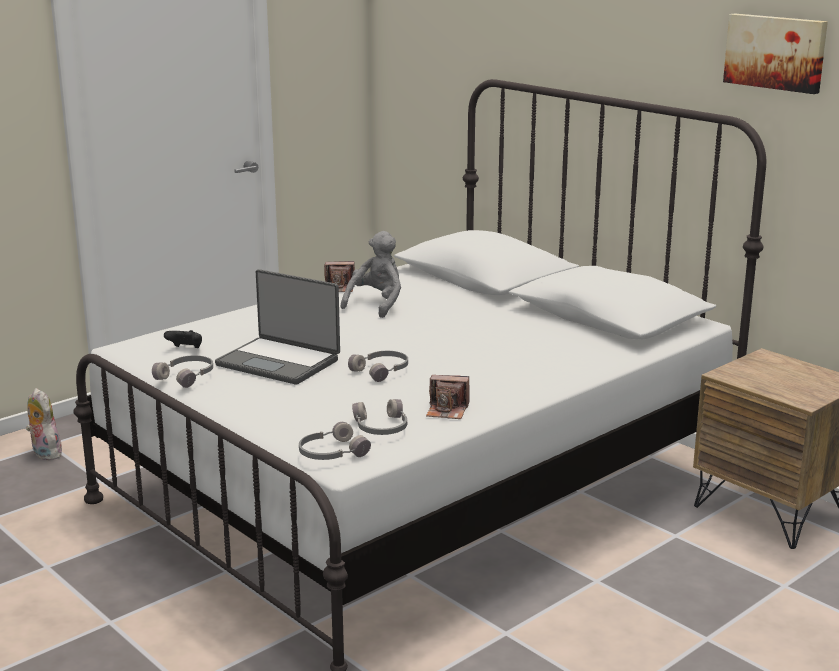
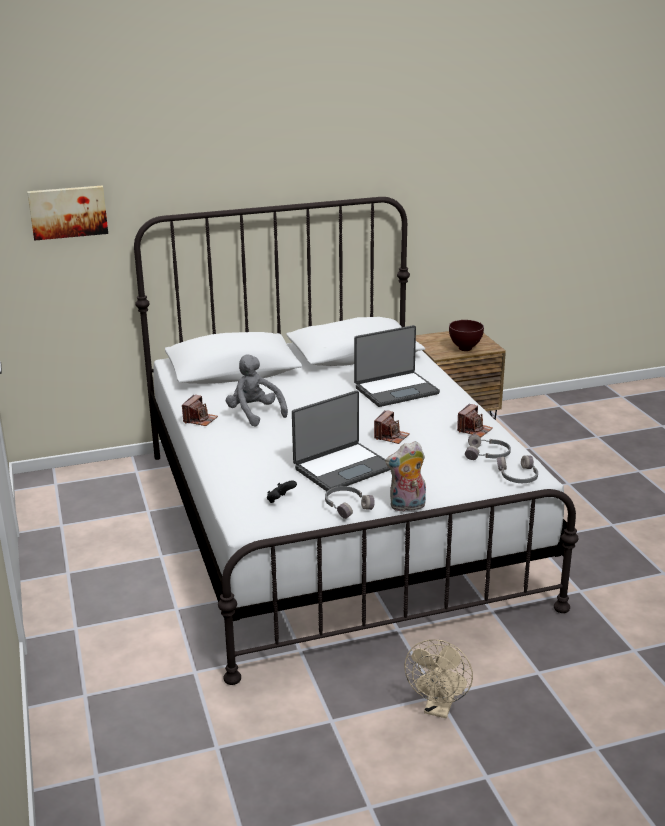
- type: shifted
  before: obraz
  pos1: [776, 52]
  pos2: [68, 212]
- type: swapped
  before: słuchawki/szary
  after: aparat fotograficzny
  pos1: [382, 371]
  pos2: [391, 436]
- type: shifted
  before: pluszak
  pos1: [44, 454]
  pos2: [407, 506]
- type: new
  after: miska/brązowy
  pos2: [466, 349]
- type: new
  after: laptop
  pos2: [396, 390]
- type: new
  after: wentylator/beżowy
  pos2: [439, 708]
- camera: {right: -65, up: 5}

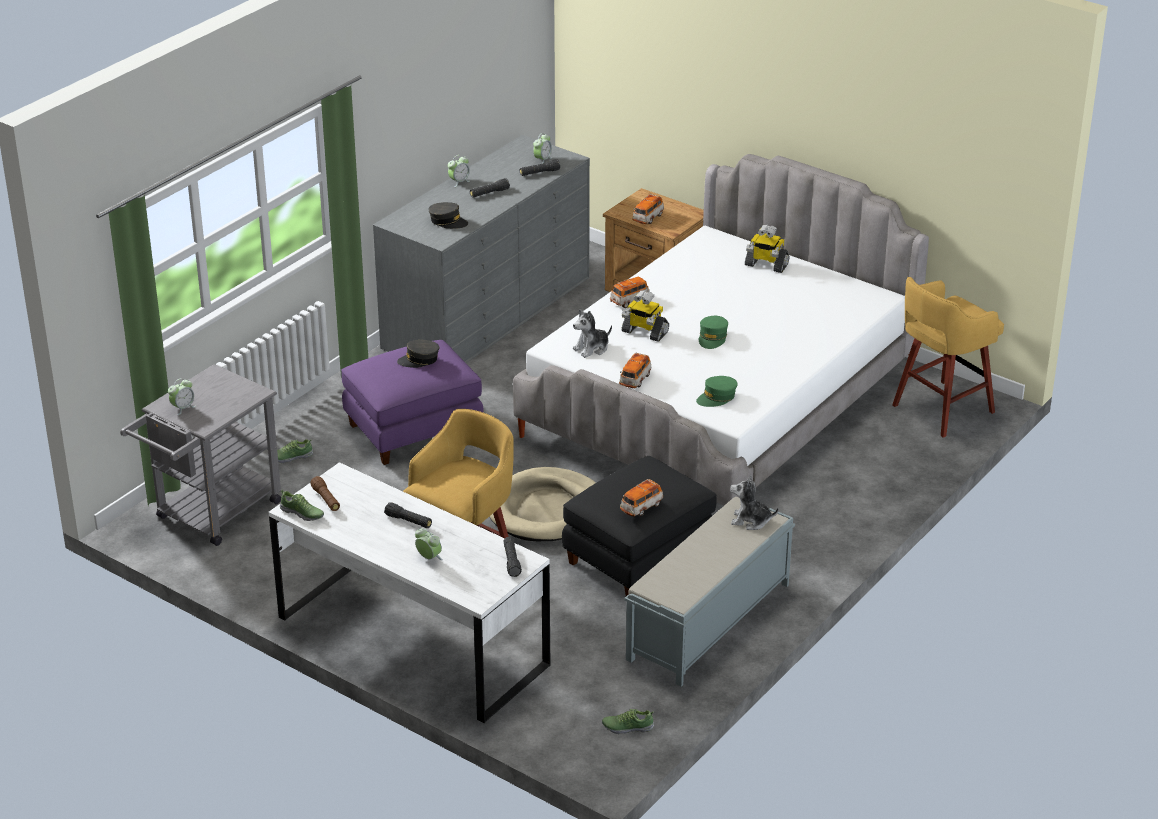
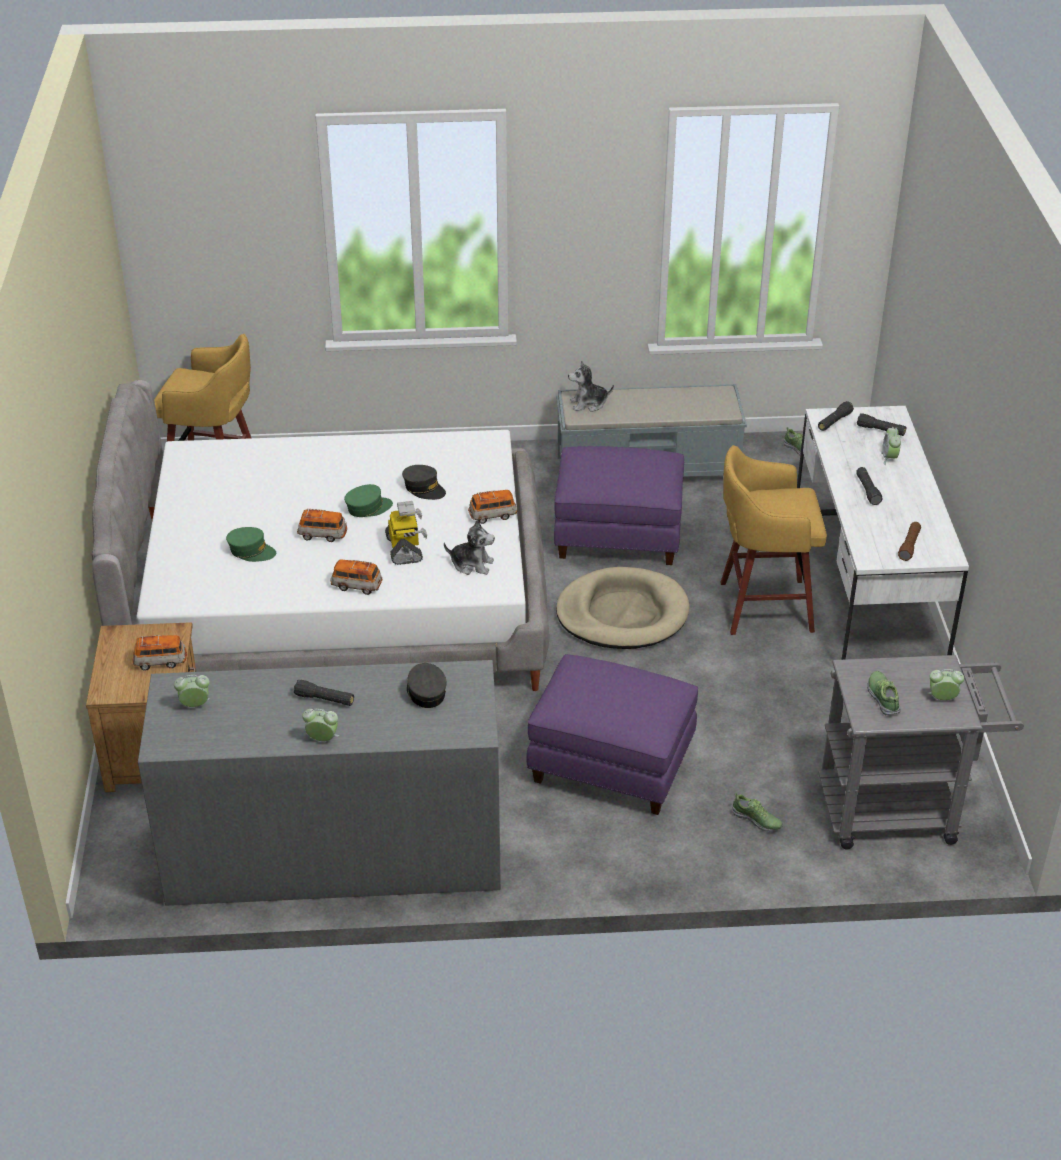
- type: shifted
  before: latarka/czarny
  pos1: [539, 173]
  pos2: [880, 430]
- type: gone
  before: robot zabawkowy
  pos1: [766, 265]
- type: shifted
  before: czapka z daszkiem/szary
  pos1: [419, 360]
  pos2: [424, 488]
- type: shifted
  before: czapka z daszkiem/zielony
  pos1: [717, 397]
  pos2: [251, 551]
- type: repainted
  before: pufa/czarny
  after: pufa/fioletowy
  pos1: [639, 558]
  pos2: [618, 534]
- type: rotated
  before: pluszak
  pos1: [750, 521]
  pos2: [588, 403]
  turn: 105
- type: shifted
  before: samochodzik
  pos1: [641, 507]
  pos2: [322, 535]
- type: shifted
  before: but
  pos1: [302, 513]
  pos2: [883, 697]
- camera: {right: -130, up: 5}

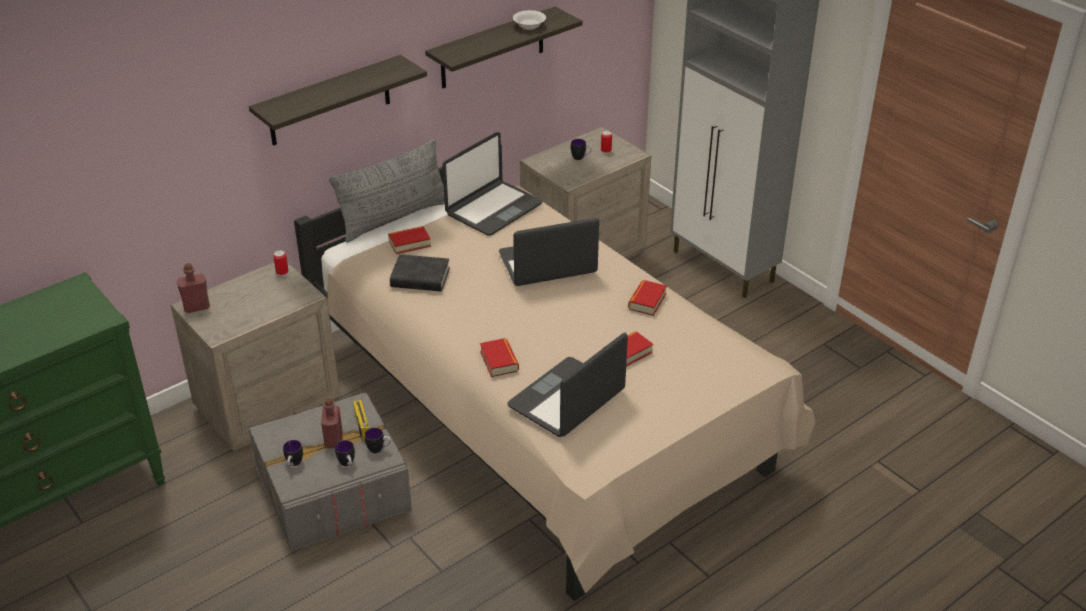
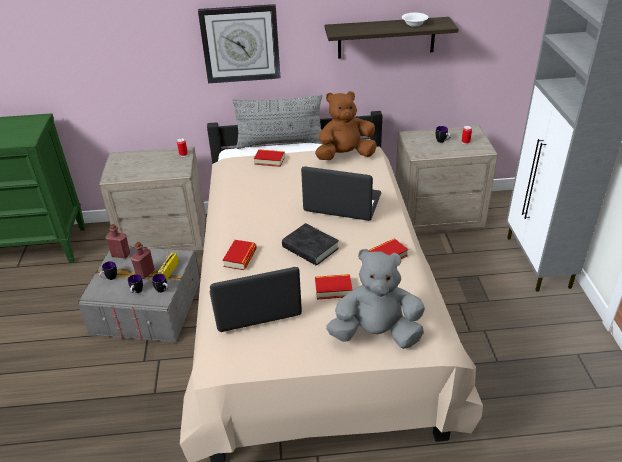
- type: swapped
  before: półka
  after: zegar ścienny
  pos1: [329, 101]
  pos2: [240, 44]
- type: swapped
  before: laptop
  after: pluszak/brązowy
  pos1: [493, 209]
  pos2: [345, 156]
- type: shifted
  before: książka/czarny
  pos1: [420, 278]
  pos2: [310, 248]
- type: shifted
  before: butelka/czerwony
  pos1: [196, 307]
  pos2: [121, 255]
- type: new
  after: pluszak/szary
  pos2: [376, 334]
- camera: {right: 35, up: 0}

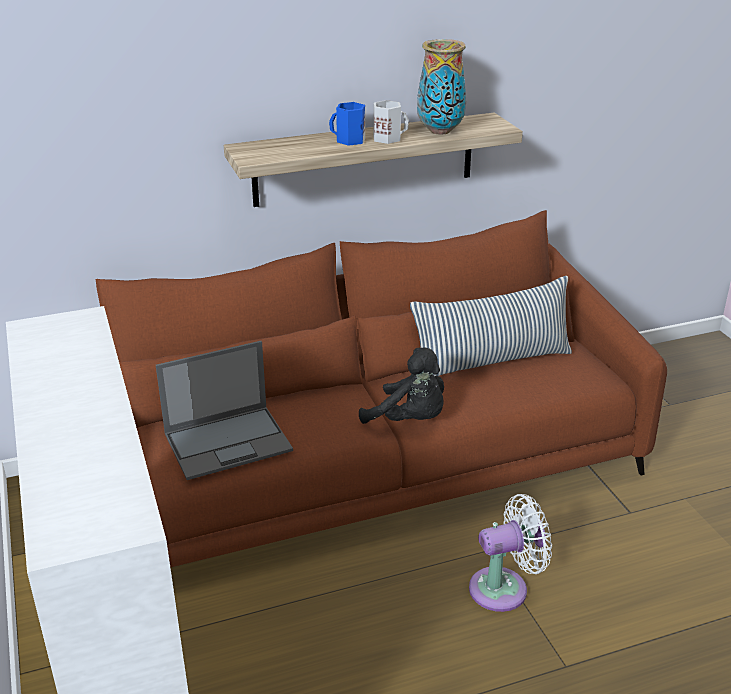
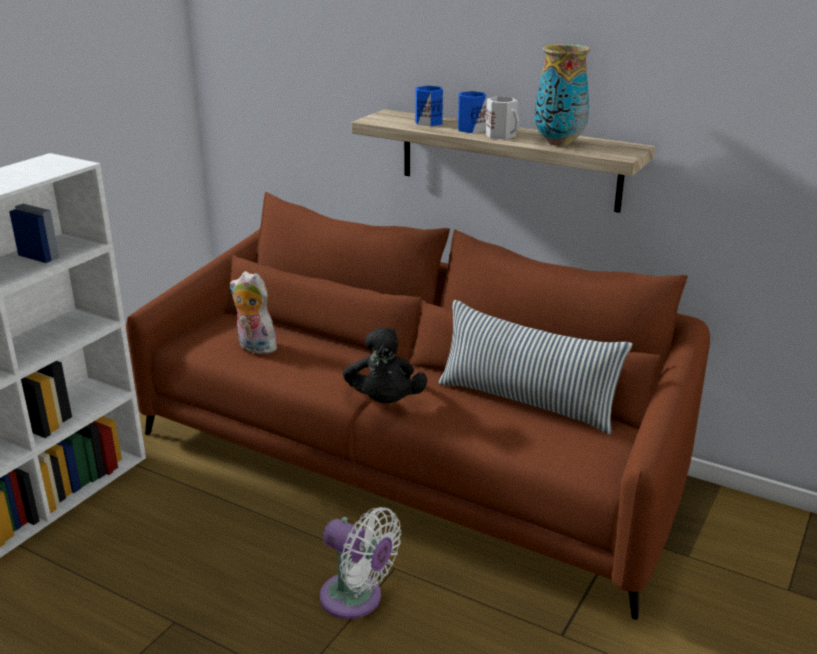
- type: swapped
  before: laptop
  after: pluszak
  pos1: [229, 441]
  pos2: [254, 347]
- type: new
  after: kubek/niebieski
  pos2: [428, 122]
- camera: {right: 50, up: -5}

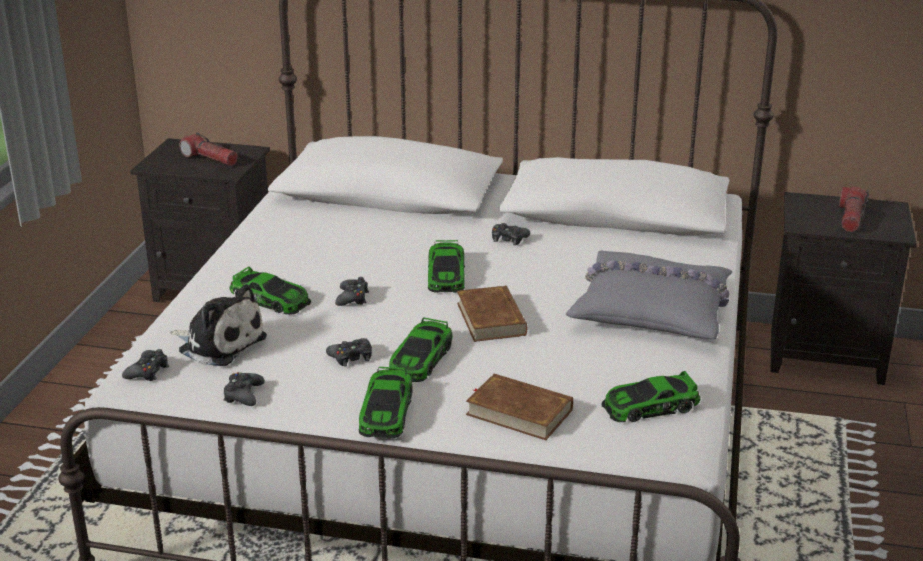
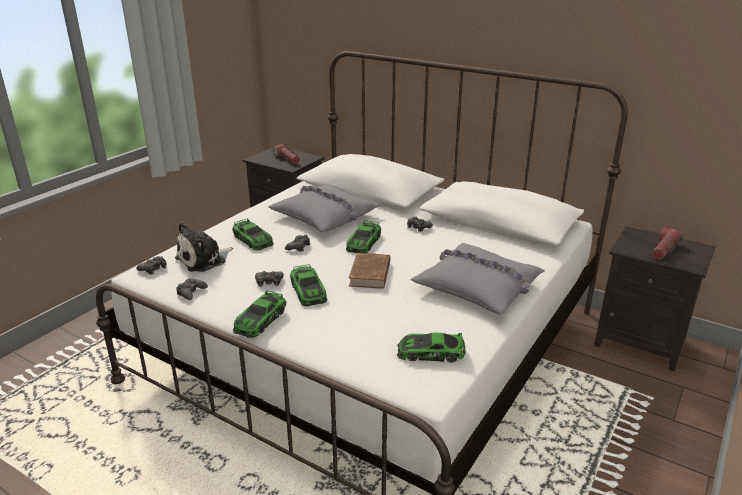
- type: rotated
  before: pluszak
  pos1: [219, 343]
  pos2: [204, 260]
  turn: 90
- type: rotated
  before: samochodzik
  pos1: [420, 359]
  pos2: [308, 291]
  turn: -60
- type: gone
  before: książka/brązowy
  pos1: [519, 412]
- type: new
  after: poduszka/szary
  pos2: [325, 216]
- camera: {right: 20, up: 0}

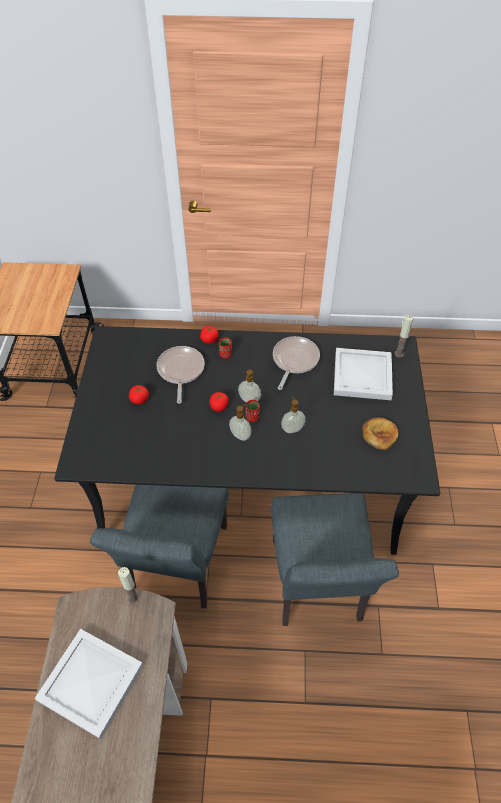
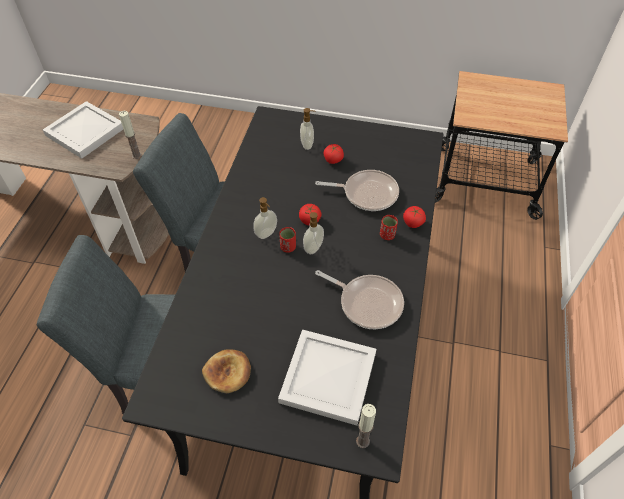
- type: shifted
  before: dozownik mydła
  pos1: [292, 428]
  pos2: [307, 144]
- camera: {right: 100, up: 0}

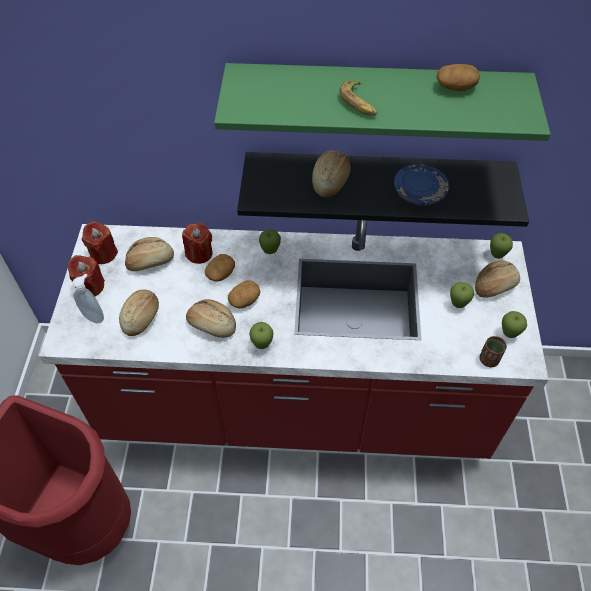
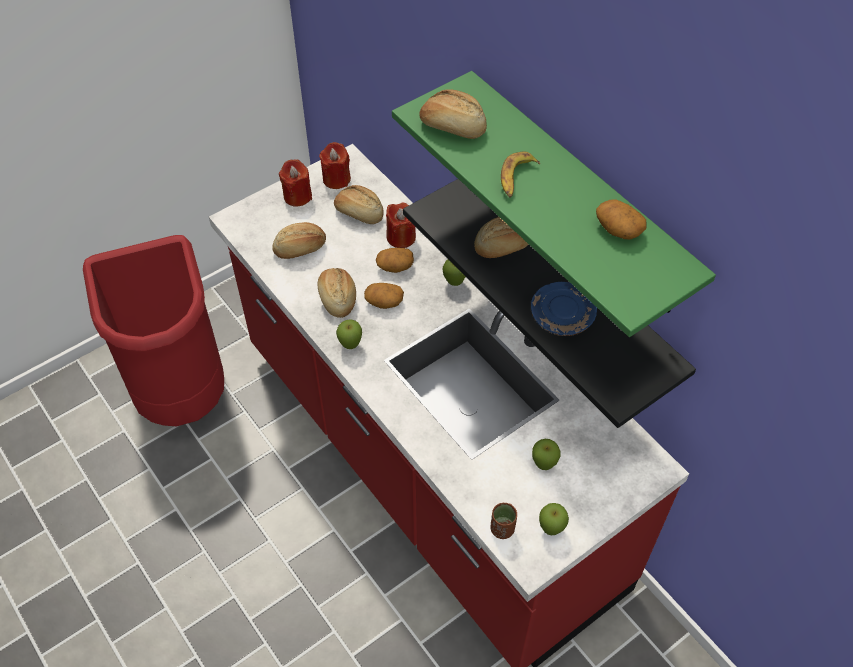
- type: gone
  before: jabłko
  pos1: [496, 256]
- type: shifted
  before: chleb
  pos1: [494, 286]
  pos2: [453, 126]
- type: gone
  before: dozownik mydła
  pos1: [94, 316]
- camera: {right: 50, up: 0}

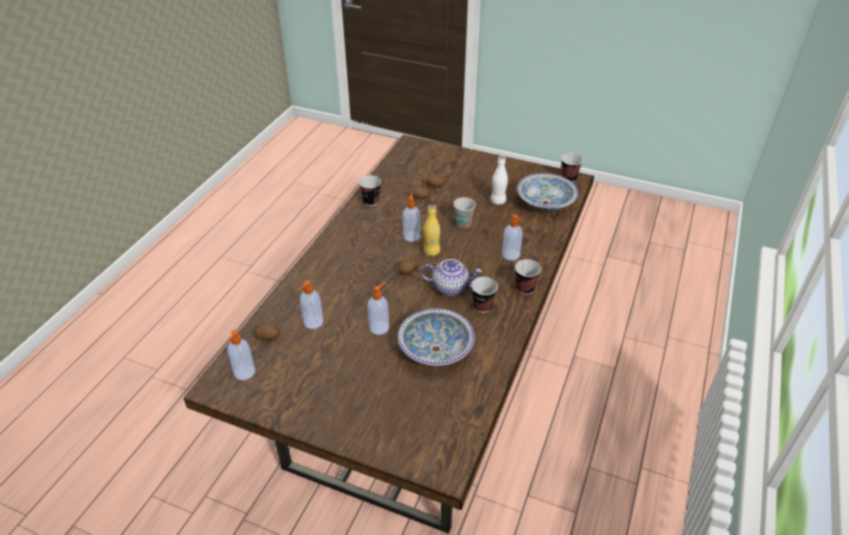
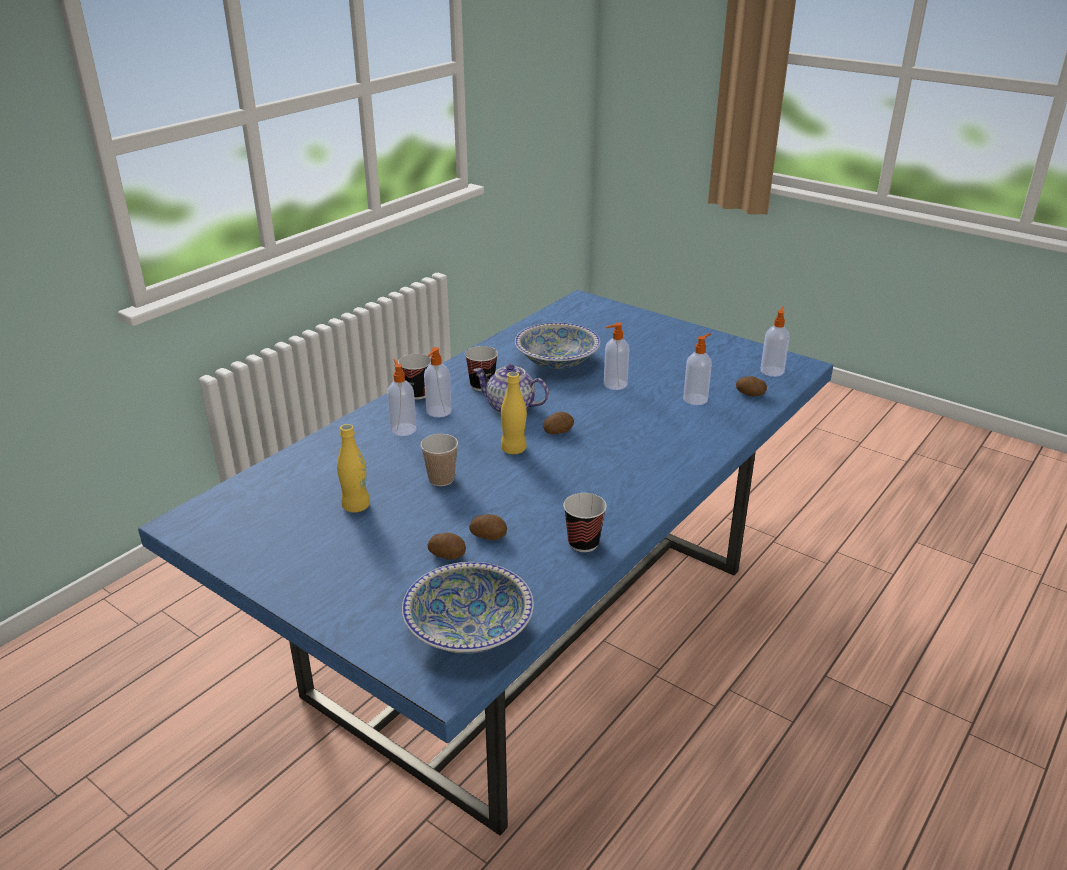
- type: repainted
  before: stół jadalny/brązowy
  after: stół jadalny/niebieski
  pos1: [424, 382]
  pos2: [532, 631]
- type: gone
  before: filiżanka
  pos1: [568, 178]
- type: repainted
  before: butelka/biały
  after: butelka/żółty
  pos1: [498, 201]
  pos2: [356, 506]
- type: shifted
  before: miska
  pos1: [545, 203]
  pos2: [469, 629]
- type: shifted
  before: dozownik mydła
  pos1: [411, 236]
  pos2: [438, 412]
- camera: {right: -165, up: -10}

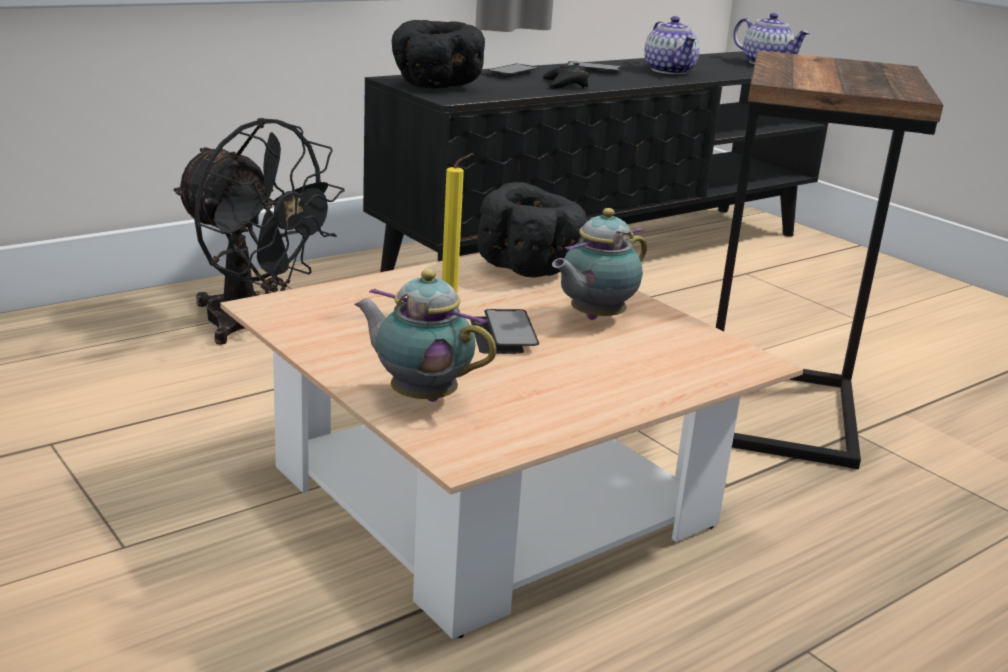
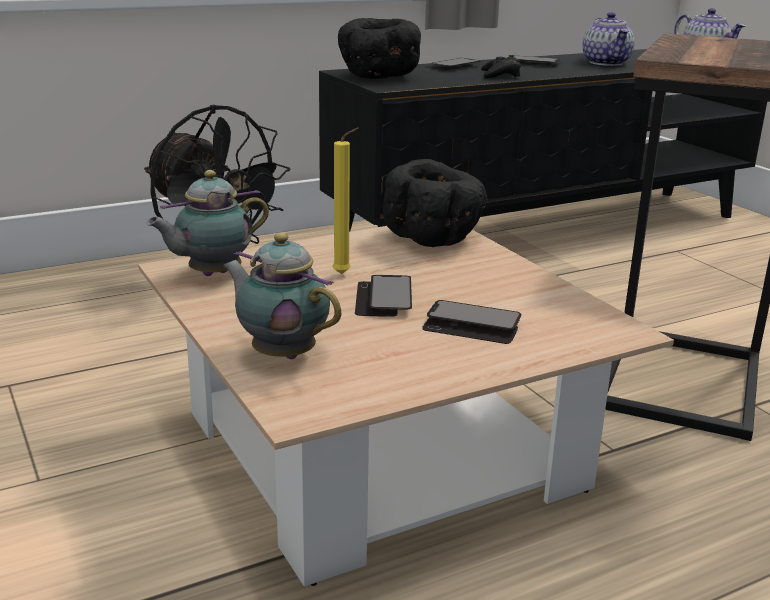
- type: shifted
  before: imbryk
  pos1: [593, 318]
  pos2: [211, 274]
- type: new
  after: telefon
  pos2: [472, 325]
- camera: {right: 10, up: 0}

